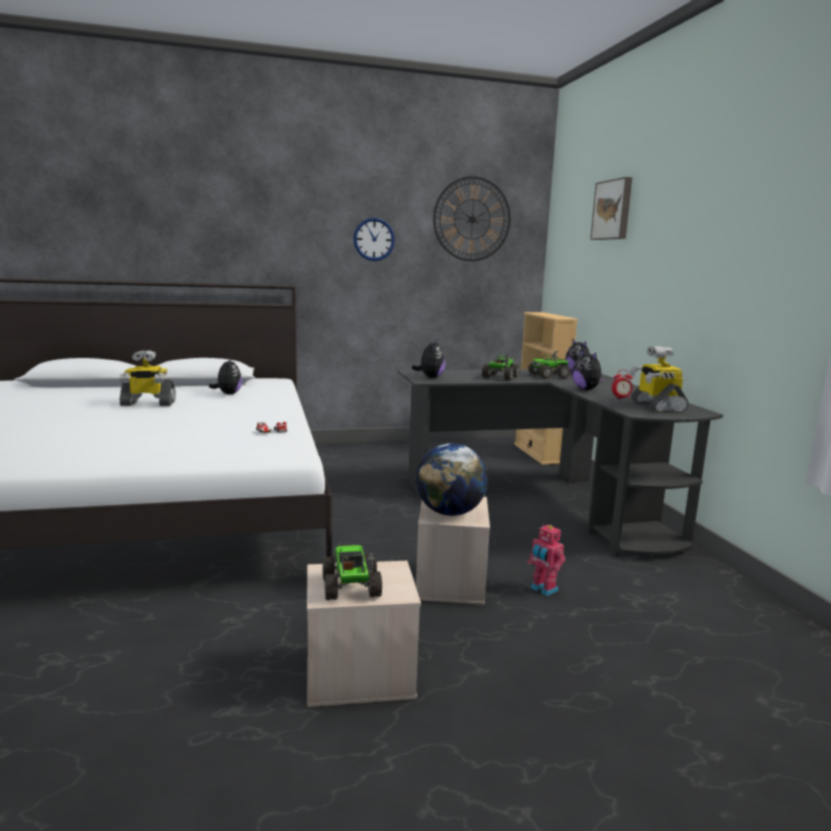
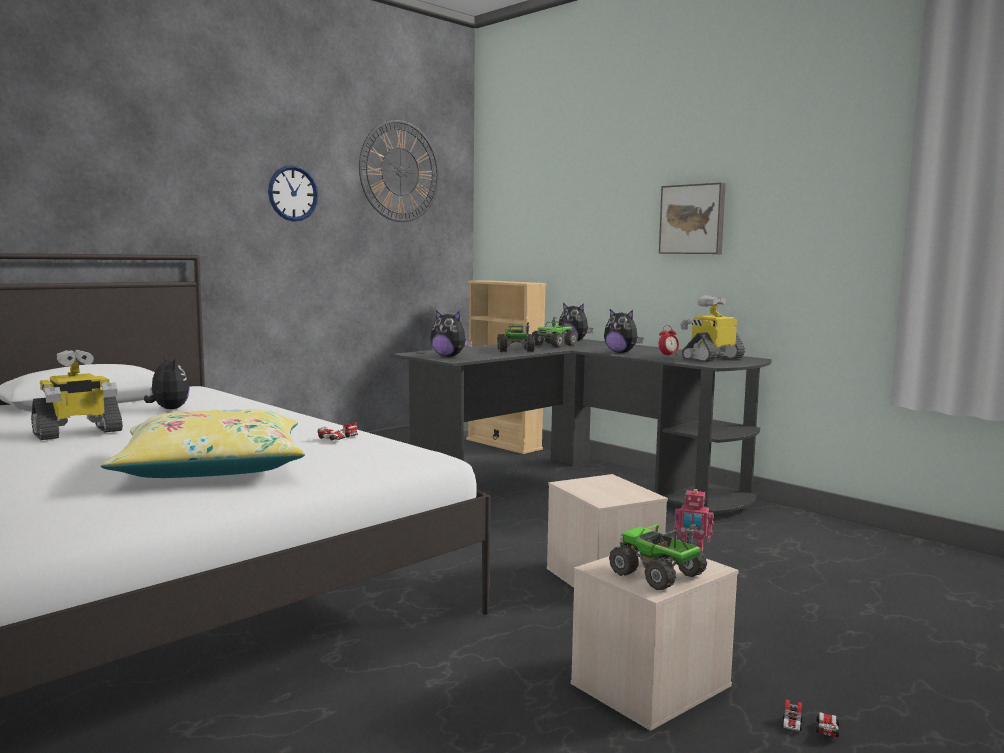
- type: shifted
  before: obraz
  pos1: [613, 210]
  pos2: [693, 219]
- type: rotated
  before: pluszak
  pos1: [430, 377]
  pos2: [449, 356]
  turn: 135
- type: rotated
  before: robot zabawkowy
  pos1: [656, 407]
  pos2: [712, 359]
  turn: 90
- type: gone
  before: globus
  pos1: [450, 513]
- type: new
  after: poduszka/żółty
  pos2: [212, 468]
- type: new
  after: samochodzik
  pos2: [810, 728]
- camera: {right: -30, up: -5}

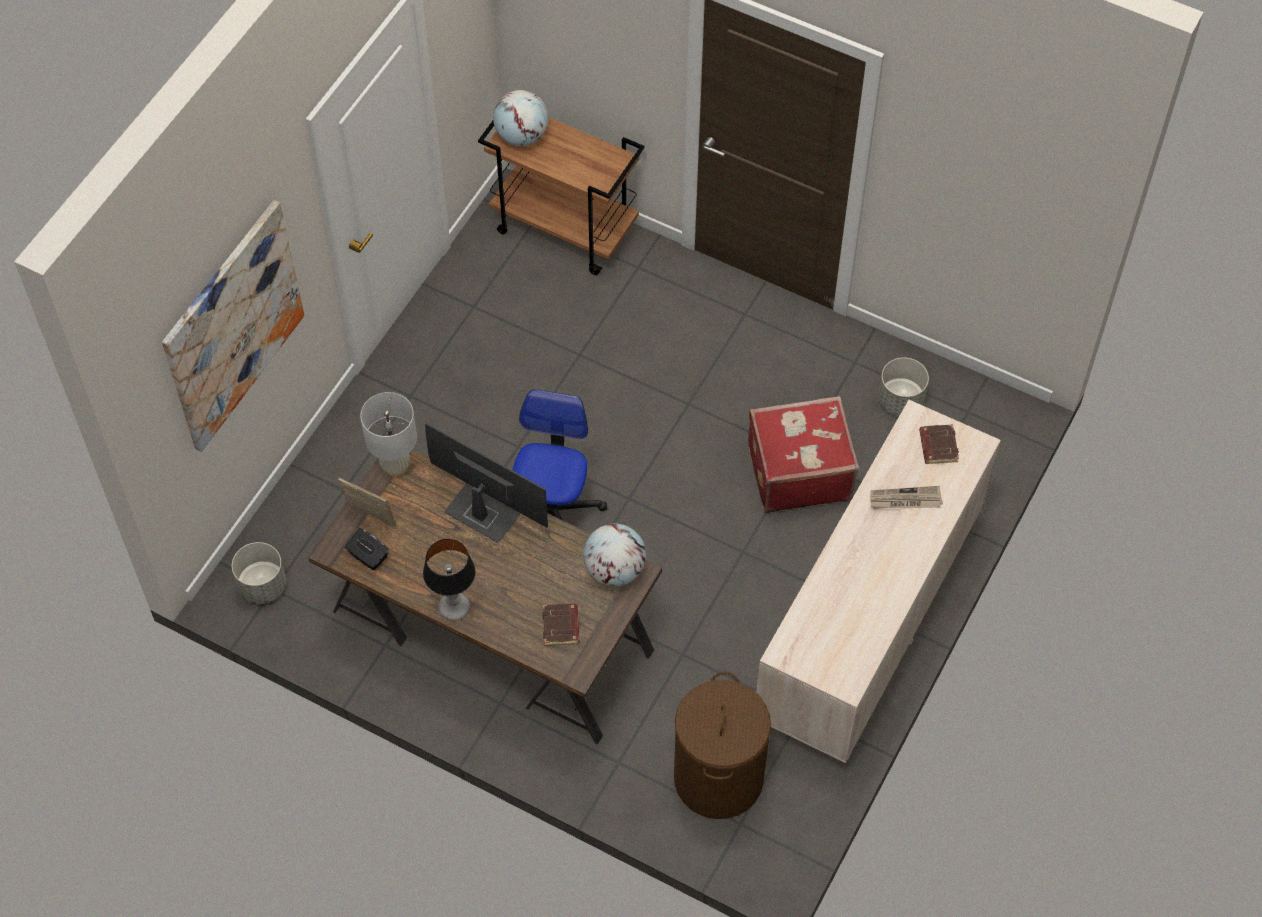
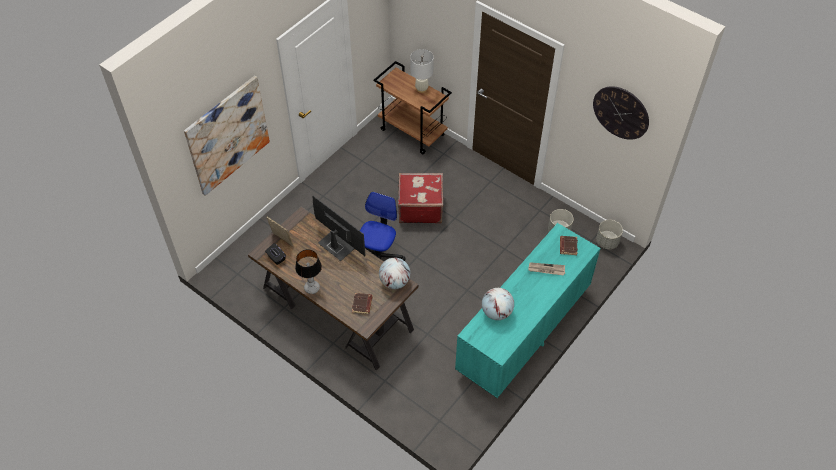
- type: shifted
  before: globus
  pos1: [522, 136]
  pos2: [496, 312]
- type: shifted
  before: lampa stołowa/biały
  pos1: [396, 466]
  pos2: [421, 89]
- type: shifted
  before: walizka/czerwony
  pos1: [798, 471]
  pos2: [420, 207]
- type: repainted
  before: komoda/beżowy
  after: komoda/turkusowy
  pos1: [868, 622]
  pos2: [523, 332]
- type: shifted
  before: donica/szary
  pos1: [262, 585]
  pos2: [607, 242]
- type: gone
  before: kosz na pranie/brązowy
  pos1: [718, 777]
- type: new
  after: zegar ścienny
  pos2: [621, 112]
- camera: {right: 10, up: -5}

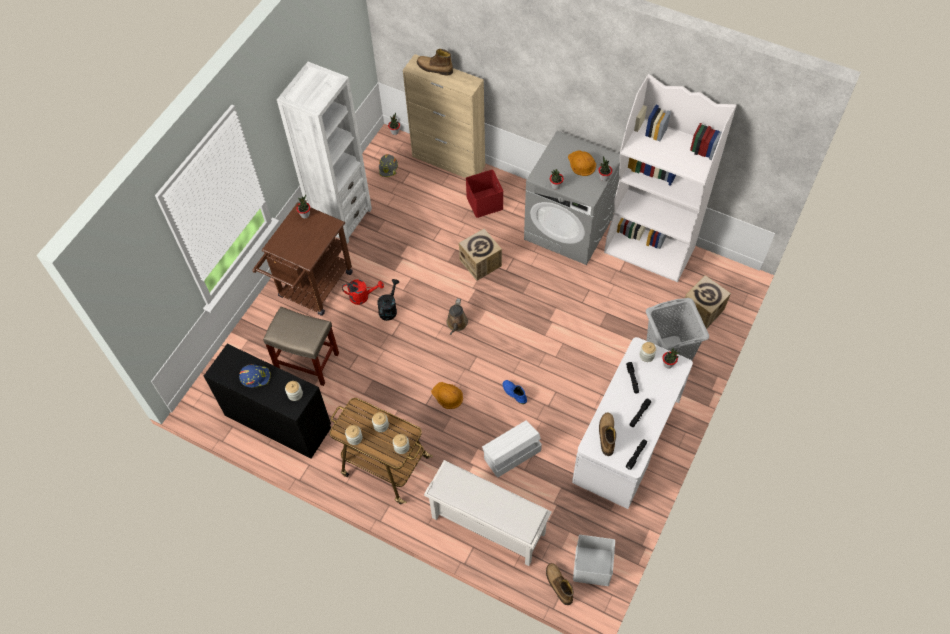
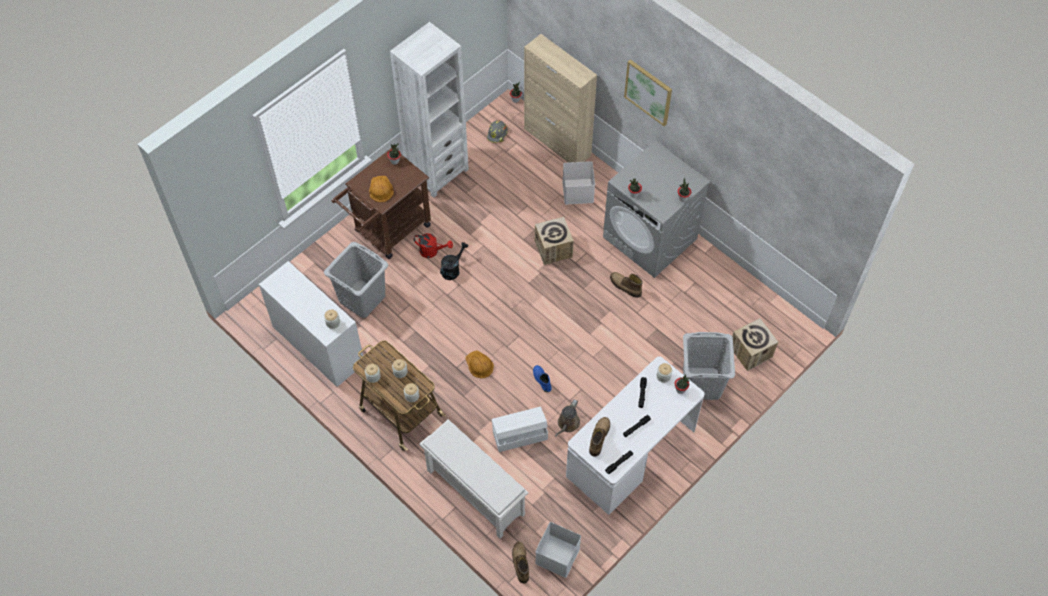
- type: shifted
  before: but z cholewką
  pos1: [434, 68]
  pos2: [625, 286]
- type: gone
  before: regał/biały
  pos1: [650, 250]
- type: shifted
  before: kask/pomarańczowy
  pos1: [581, 163]
  pos2: [380, 189]
- type: repainted
  before: pojemnik do przechowywania/czerwony
  after: pojemnik do przechowywania/biały
  pos1: [485, 203]
  pos2: [578, 192]
- type: shifted
  before: konewka/brązowy
  pos1: [456, 324]
  pos2: [567, 424]
- type: swapped
  before: stołek/beżowy
  after: kosz na pranie/szary
  pos1: [308, 362]
  pos2: [362, 298]
- type: repainted
  before: biurko/czarny
  after: biurko/biały
  pos1: [277, 421]
  pos2: [318, 345]
- type: gone
  before: kask/niebieski
  pos1: [255, 377]
- type: new
  after: obraz
  pos2: [648, 92]
- camera: {right: 15, up: 0}

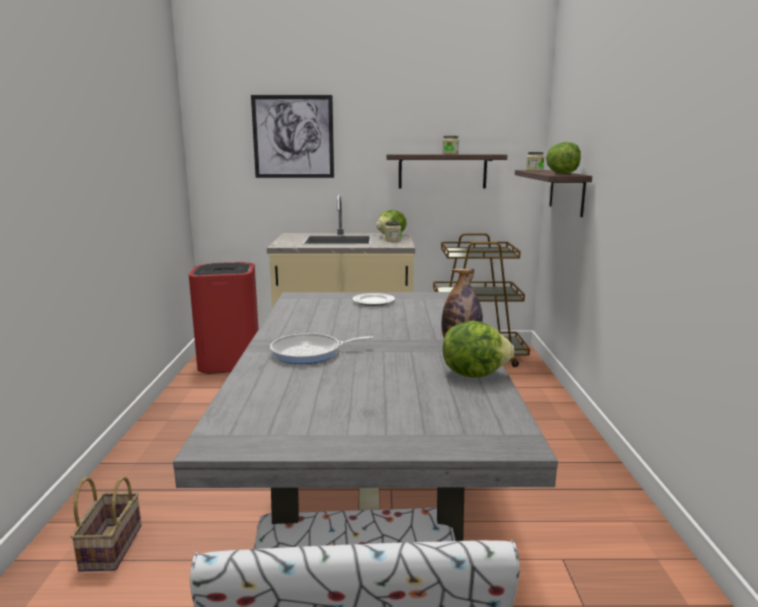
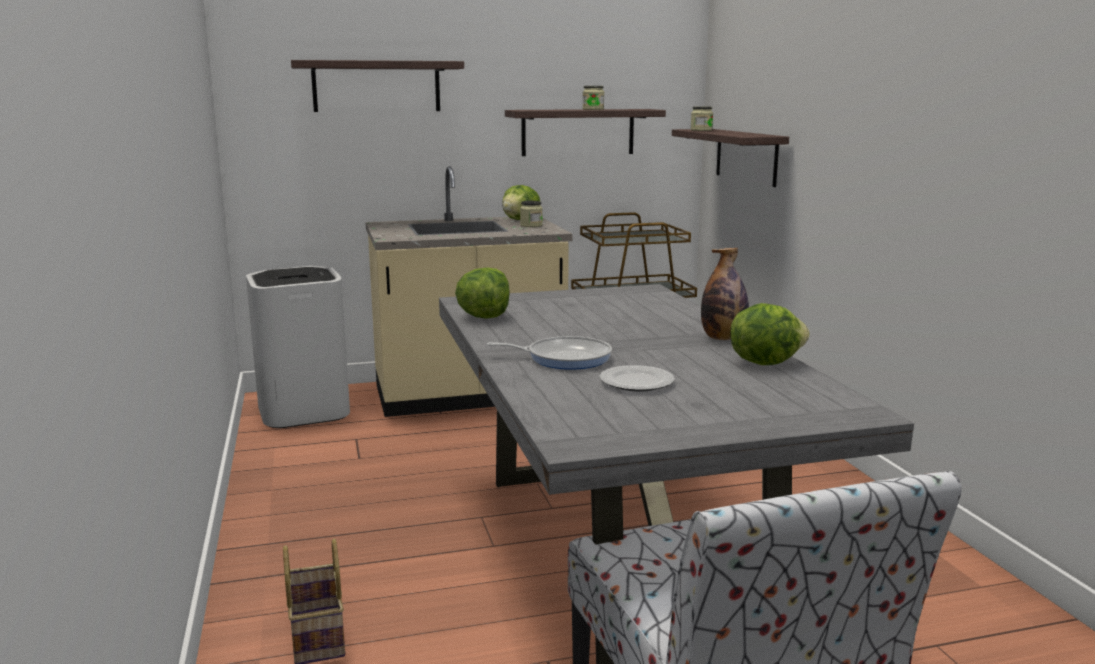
- type: swapped
  before: obraz
  after: półka
  pos1: [293, 137]
  pos2: [376, 86]
- type: shifted
  before: sałata
  pos1: [562, 173]
  pos2: [484, 317]
- type: repainted
  before: kosz na śmieci/czerwony
  after: kosz na śmieci/biały
  pos1: [230, 362]
  pos2: [304, 410]
- type: shifted
  before: talerz
  pos1: [373, 301]
  pos2: [636, 382]
- type: rotated
  before: patelnia
  pos1: [310, 353]
  pos2: [564, 358]
  turn: -150
- camera: {right: -15, up: 0}

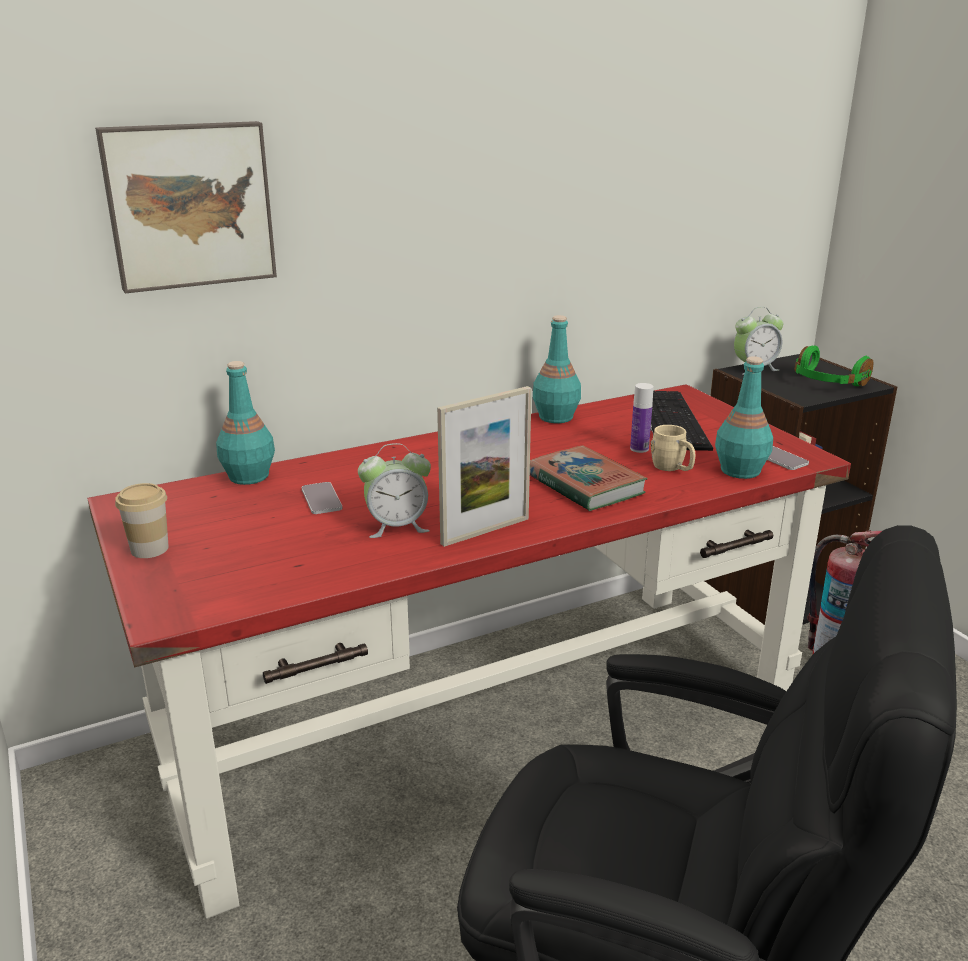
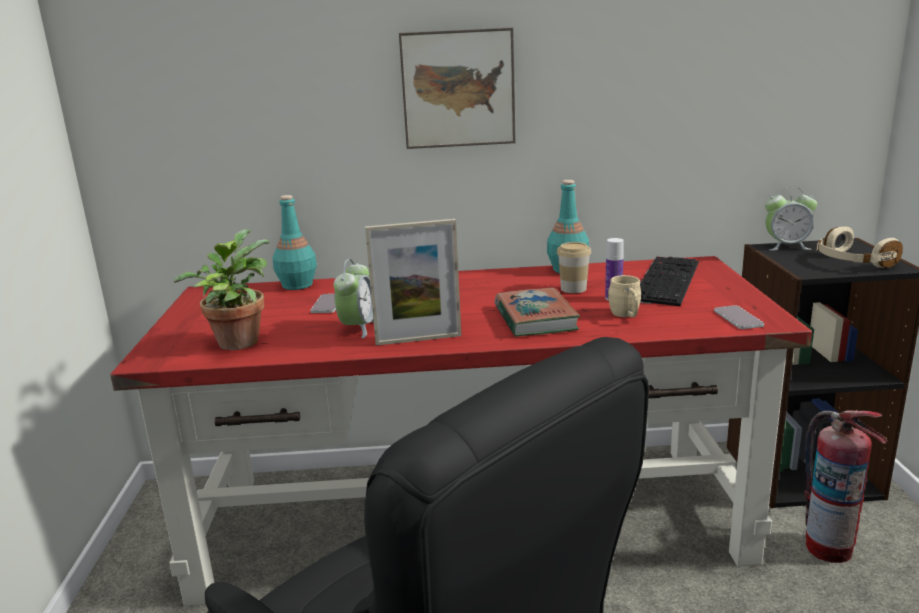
- type: shifted
  before: obraz
  pos1: [189, 205]
  pos2: [458, 88]
- type: repainted
  before: słuchawki/zielony
  after: słuchawki/beżowy
  pos1: [827, 382]
  pos2: [851, 262]
- type: gone
  before: butelka/turkusowy
  pos1: [740, 470]
- type: rotated
  before: budzik
  pos1: [397, 527]
  pos2: [358, 328]
  turn: -90
- type: shifted
  before: filiżanka
  pos1: [149, 549]
  pos2: [573, 289]
- type: new
  after: roślina doniczkowa
  pos2: [238, 340]
- camera: {right: 25, up: -5}

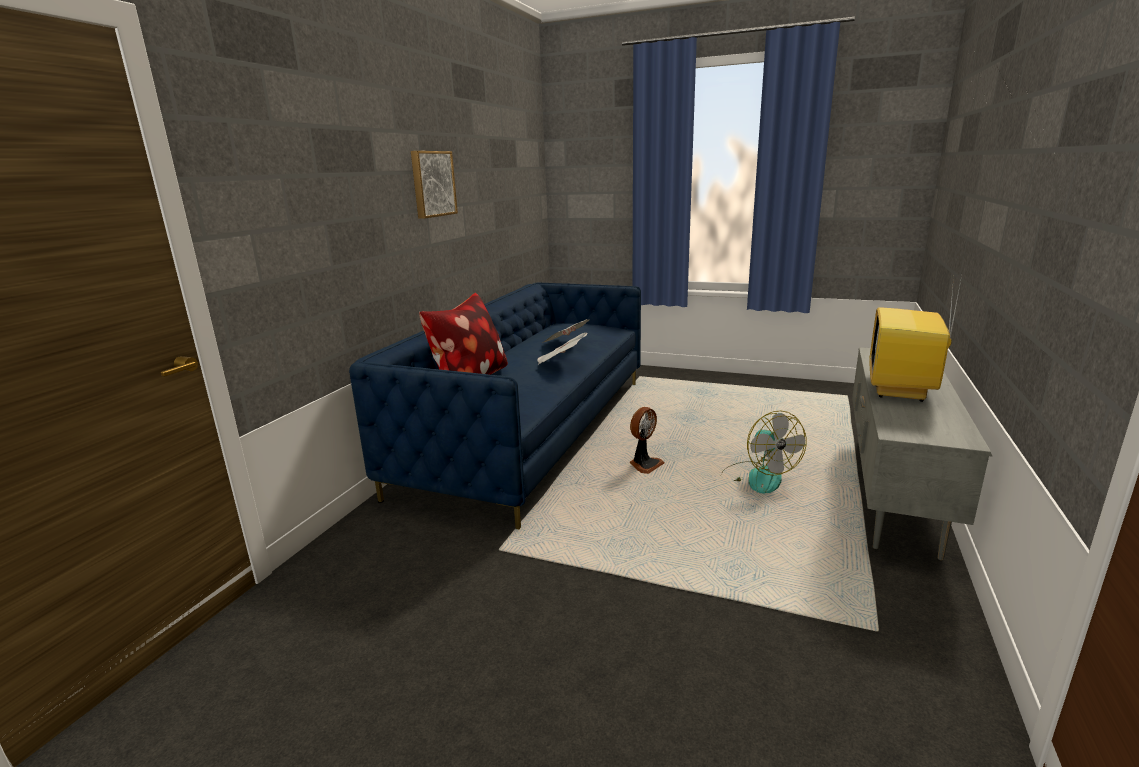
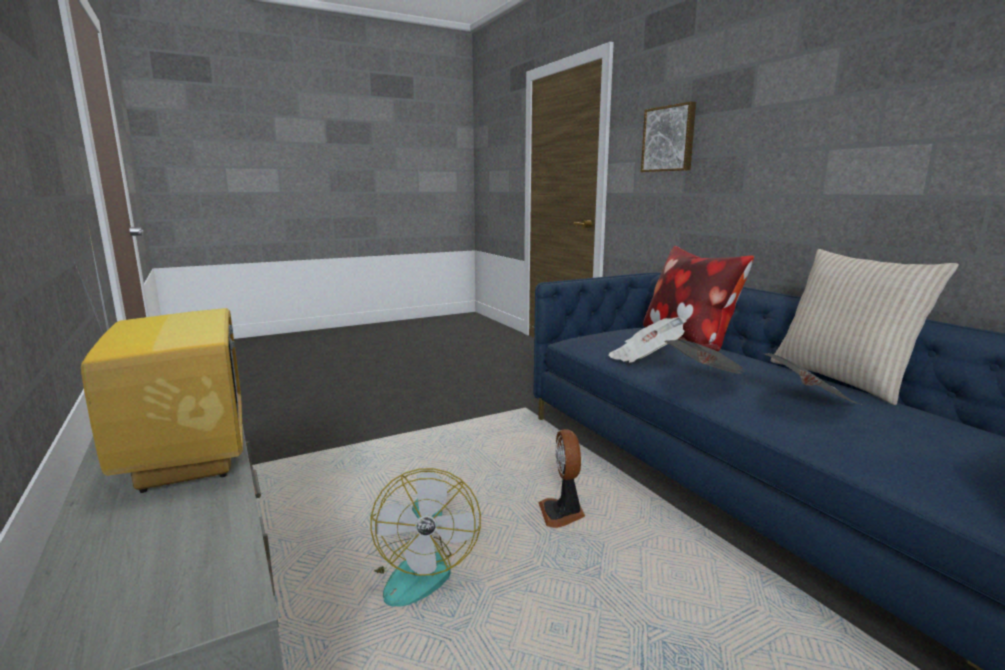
- type: shifted
  before: obraz
  pos1: [432, 184]
  pos2: [669, 139]
- type: rotated
  before: wentylator
  pos1: [758, 477]
  pos2: [418, 569]
  turn: -120
- type: new
  after: poduszka/beżowy
  pos2: [842, 379]
- type: new
  after: gazeta
  pos2: [645, 358]
- camera: {right: 130, up: -5}

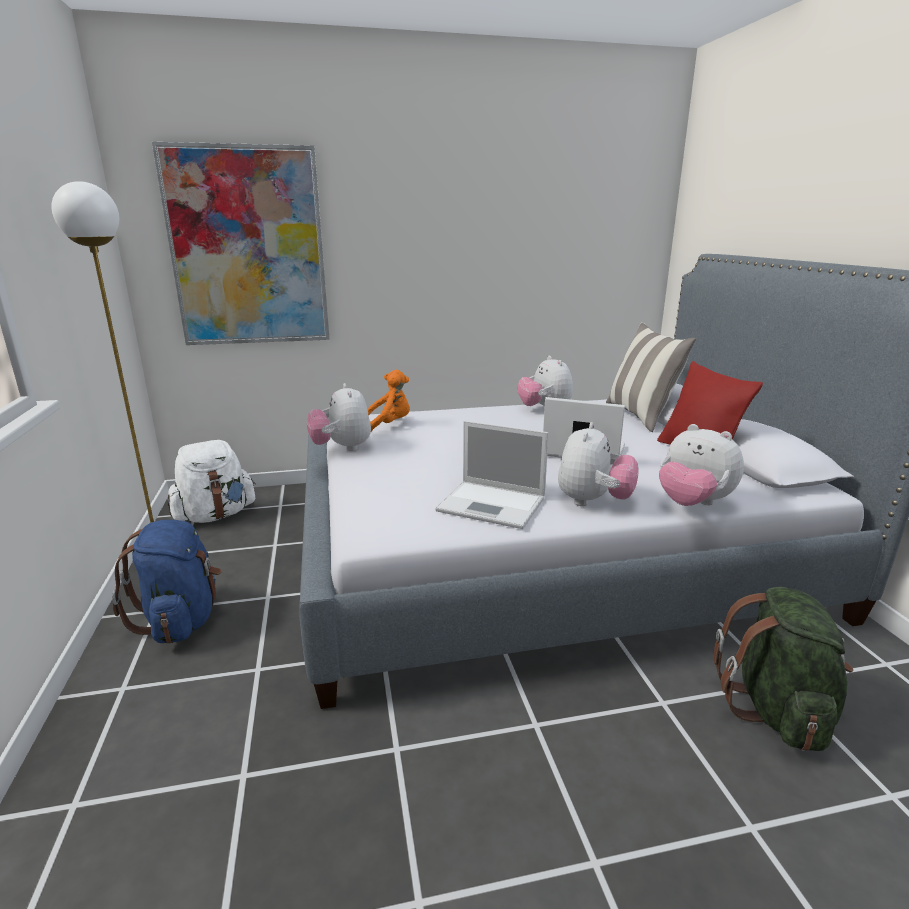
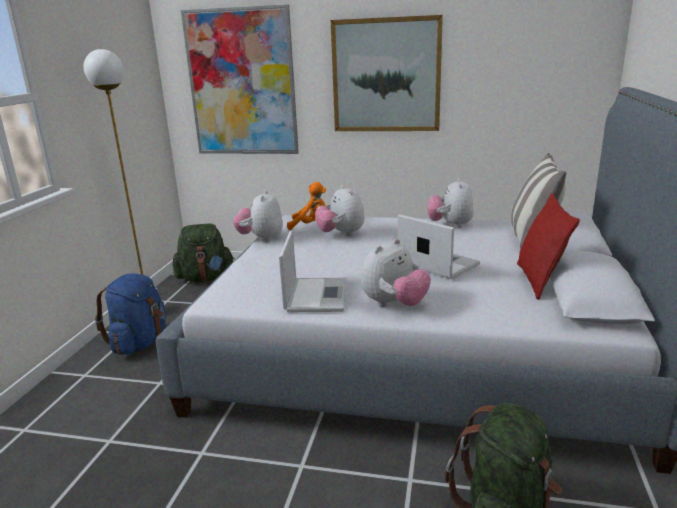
- type: rotated
  before: laptop
  pos1: [493, 505]
  pos2: [316, 294]
  turn: -135
- type: shifted
  before: pluszak
  pos1: [693, 503]
  pos2: [341, 234]
- type: repainted
  before: plecak/biały
  after: plecak/zielony
  pos1: [215, 515]
  pos2: [205, 278]
- type: new
  after: obraz
  pos2: [386, 76]
- camera: {right: 25, up: 0}

